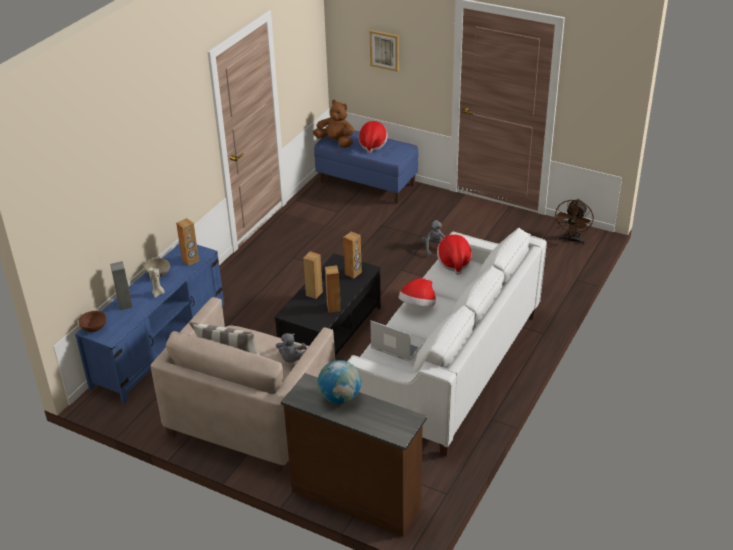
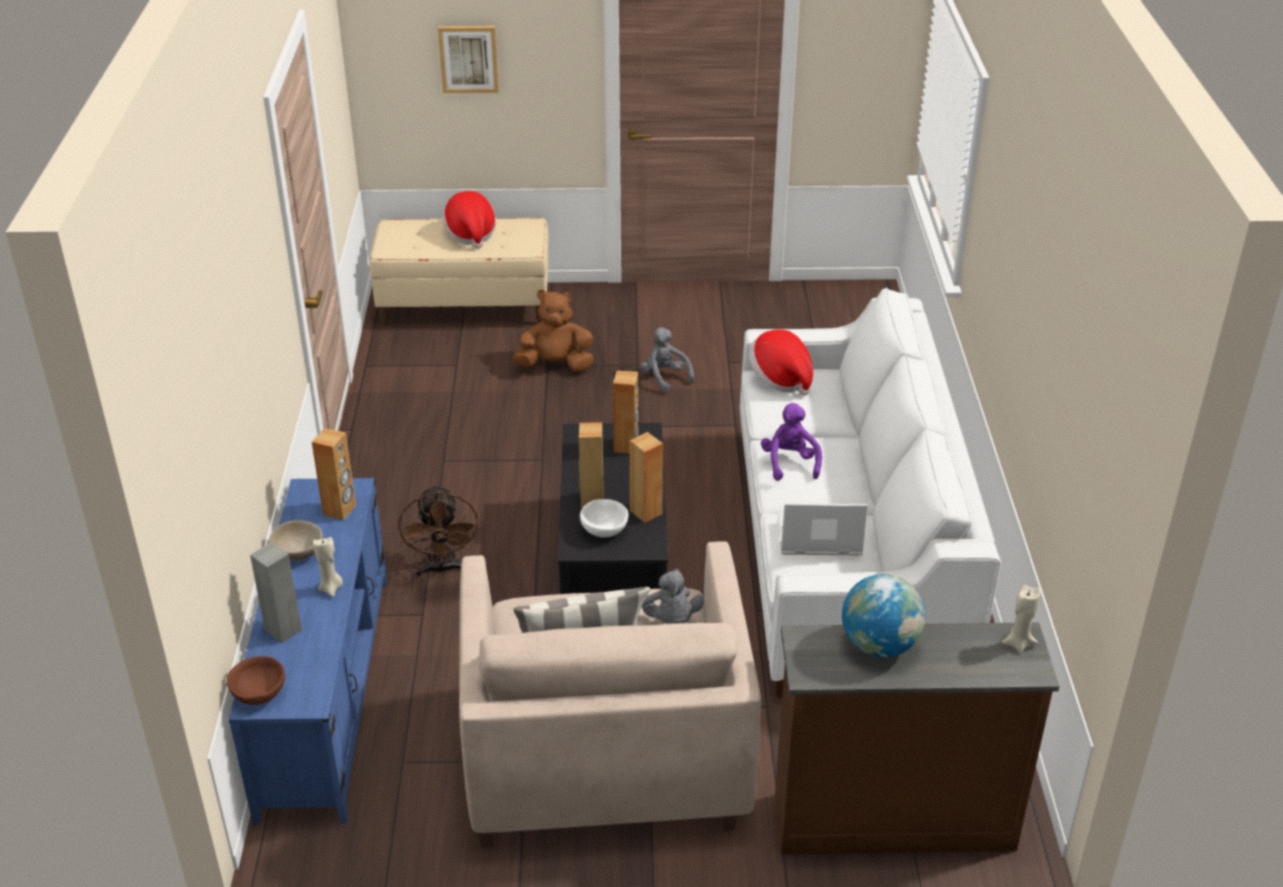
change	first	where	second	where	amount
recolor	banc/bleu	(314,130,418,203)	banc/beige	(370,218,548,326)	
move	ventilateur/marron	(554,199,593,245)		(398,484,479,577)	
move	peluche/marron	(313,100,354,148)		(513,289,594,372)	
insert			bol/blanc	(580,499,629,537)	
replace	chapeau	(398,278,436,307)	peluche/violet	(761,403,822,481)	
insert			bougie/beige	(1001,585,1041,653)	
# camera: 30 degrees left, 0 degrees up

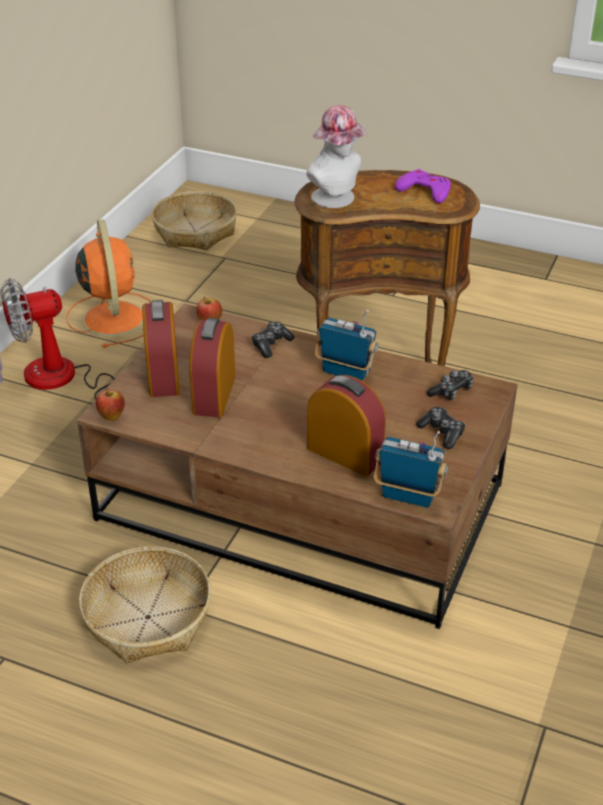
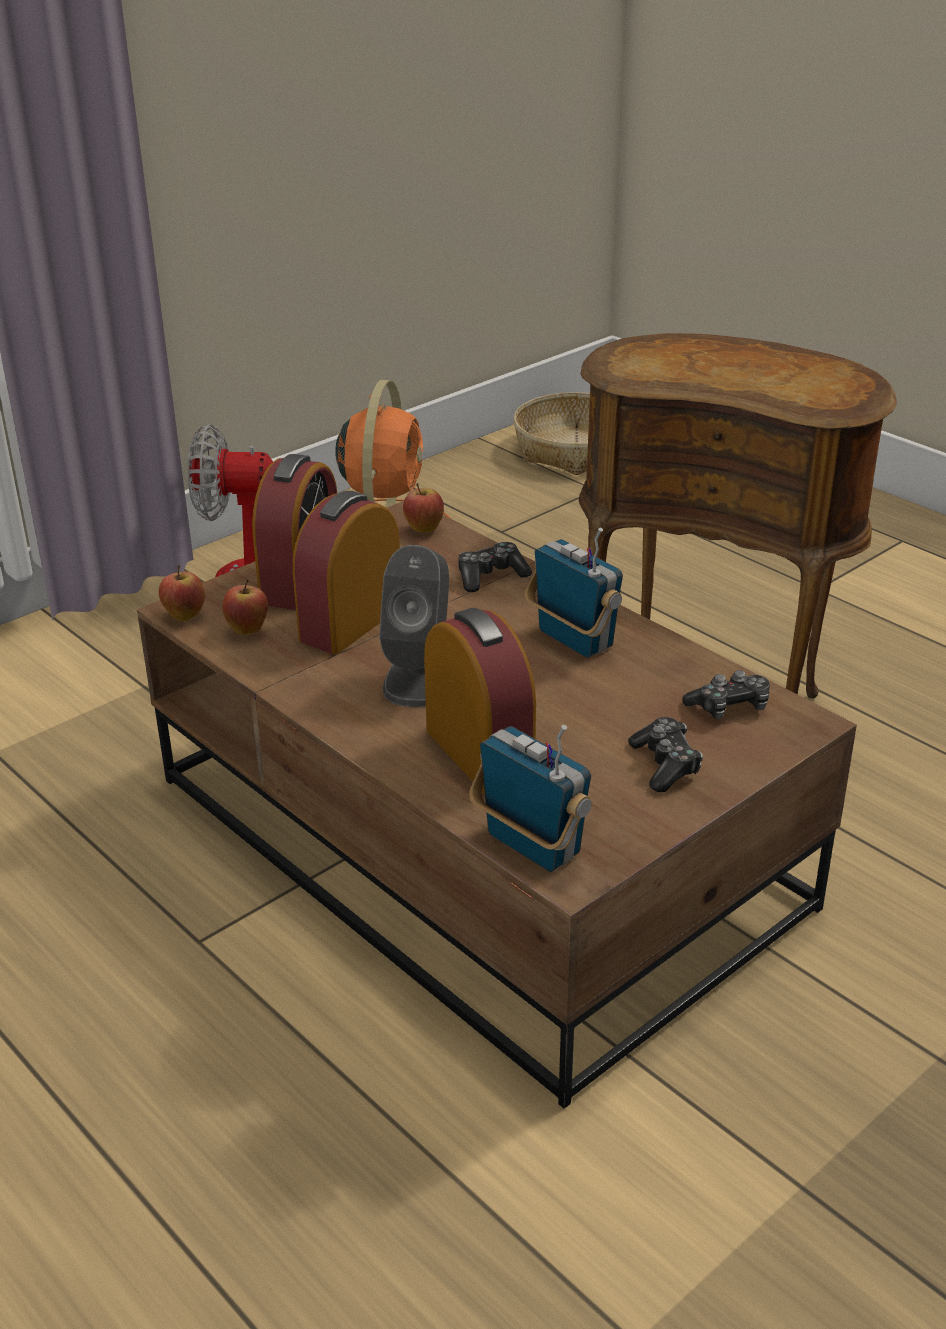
change	first	where	second	where	amount
insert			pomme	(222,579,268,635)	
insert			enceinte/gris	(379,545,449,707)	
delete	panier	(79,546,211,663)			
delete	chapeau	(306,105,367,208)			
delete	manette/violet	(395,169,451,203)			
# camera: 25 degrees right, 5 degrees down

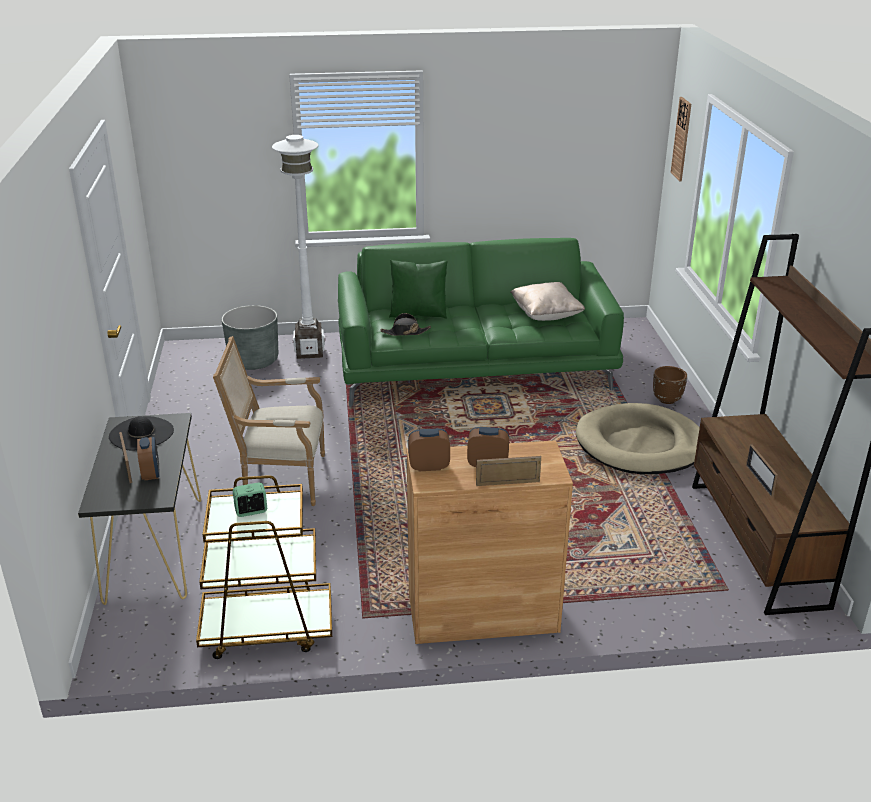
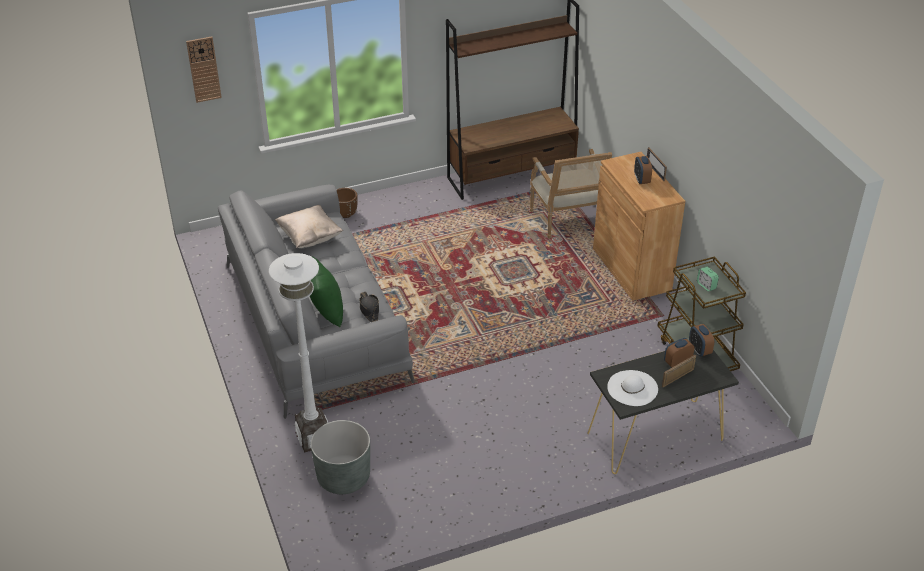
change	first	where	second	where	amount
recolor	canapé/vert	(338,238,624,407)	canapé/gris	(218,185,415,419)	
move	fauteuil	(213,336,325,506)		(530,149,612,239)	
recolor	chapeau/noir	(109,416,174,450)	chapeau/blanc	(607,370,658,406)	
move	réveil	(408,429,450,471)		(689,324,714,356)	
delete	panier pour chien/beige	(576,403,700,474)			
delete	cadre photo	(746,444,778,497)			
# camera: 105 degrees left, 10 degrees up

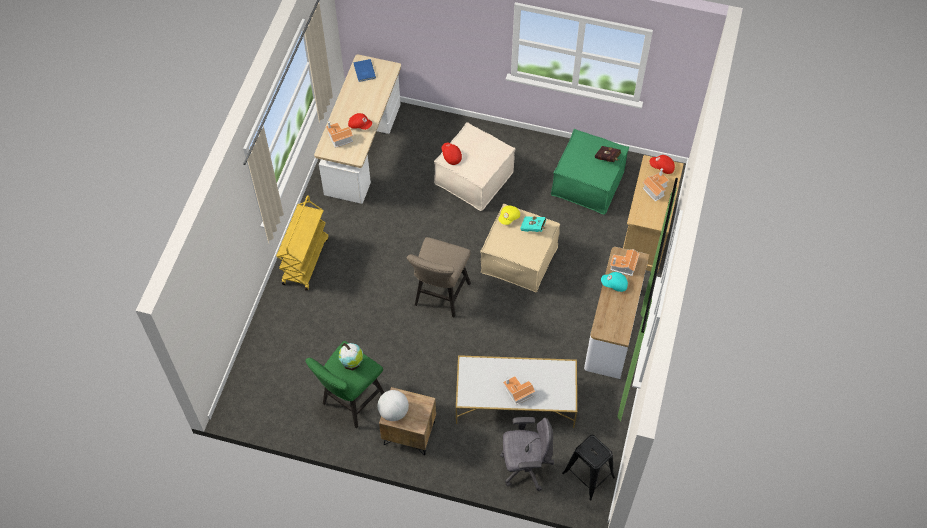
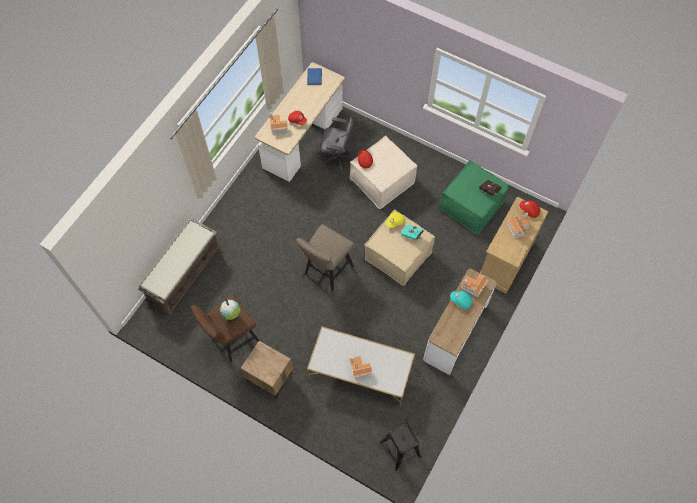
change	first	where	second	where	amount
insert			banc/marron	(138,219,221,315)	
recolor	tabouret/vert	(305,341,385,429)	tabouret/marron	(191,294,260,363)	
move	chaise de bureau/gris	(500,417,554,491)		(321,117,356,175)	
delete	chariot/jaune	(276,195,328,291)			
delete	globe	(378,390,409,421)			
# camera: 15 degrees right, 5 degrees up

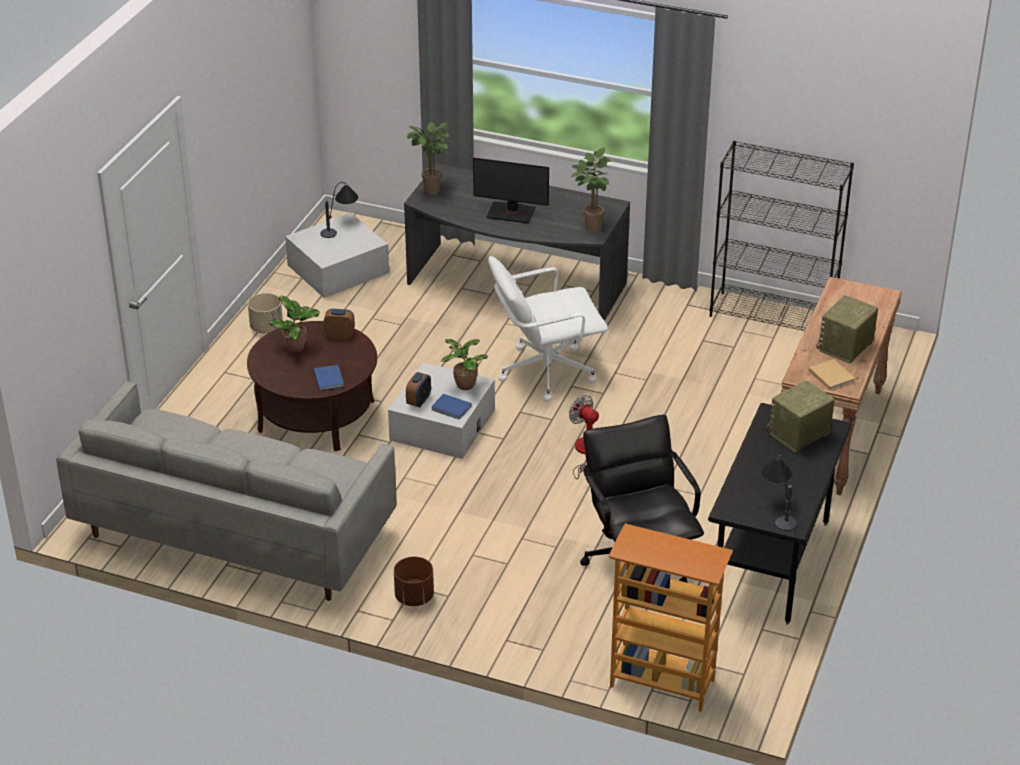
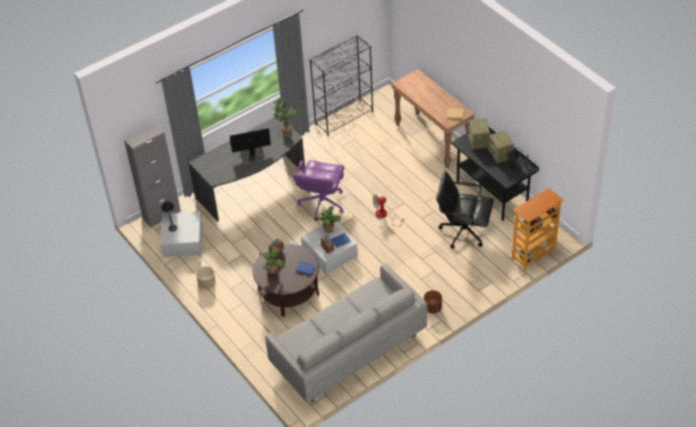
change	first	where	second	where	amount
insert			meuble de rangement/gris	(124,124,181,228)	
rotate	écran d'ordinateur	(473,157,549,223)		(230,128,271,162)	150 degrees counterclockwise
recolor	chaise de bureau/blanc	(488,256,608,402)	chaise de bureau/violet	(292,160,344,219)	
move	radio	(816,295,878,364)		(488,130,514,163)	
delete	plante en pot	(407,122,449,195)			
# camera: 55 degrees left, 10 degrees up

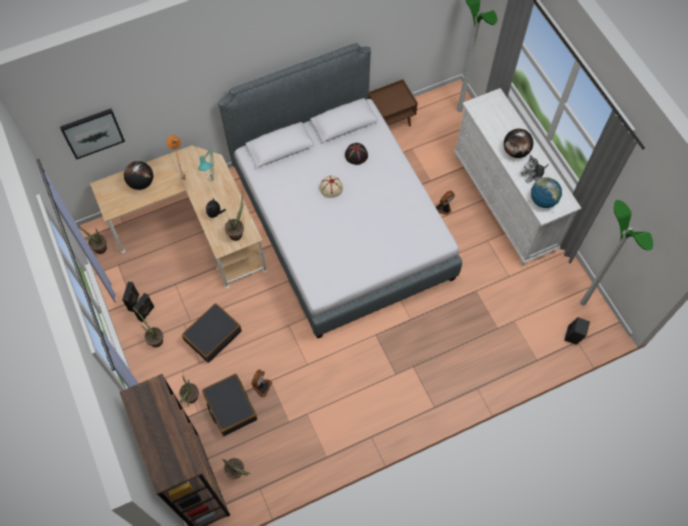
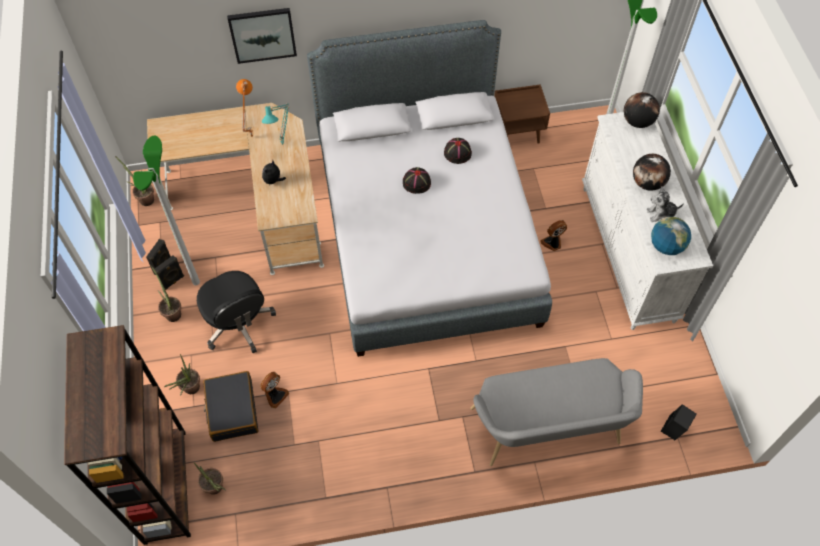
change	first	where	second	where	amount
move	lampadaire	(580,200,653,306)		(133,135,200,285)	
replace	valise/noir	(182,303,242,363)	chaise de bureau/noir	(197,271,276,353)	
move	tableau	(60,109,125,160)		(227,8,297,64)	
recolor	chapeau/beige	(319,176,343,198)	chapeau/noir	(403,167,431,194)	
insert			banc/gris	(470,358,643,466)	
move	globe	(124,161,153,190)		(624,92,660,128)	
delete	plante en pot	(224,192,244,241)			
# camera: 15 degrees right, 5 degrees down

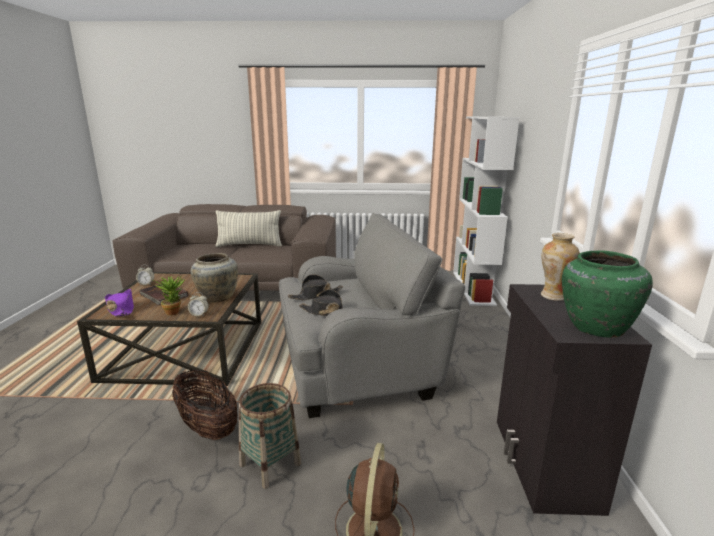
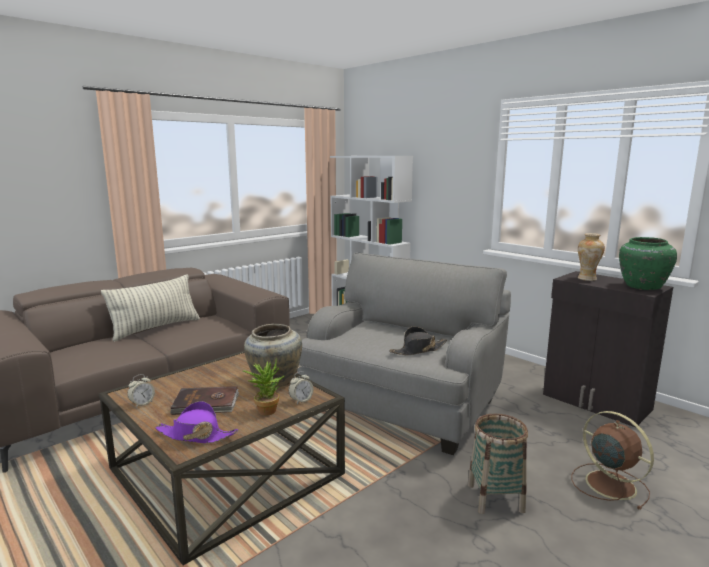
change	first	where	second	where	amount
delete	panier	(172,370,237,440)			
delete	chapeau/noir	(288,274,343,300)			
# camera: 45 degrees left, 5 degrees down

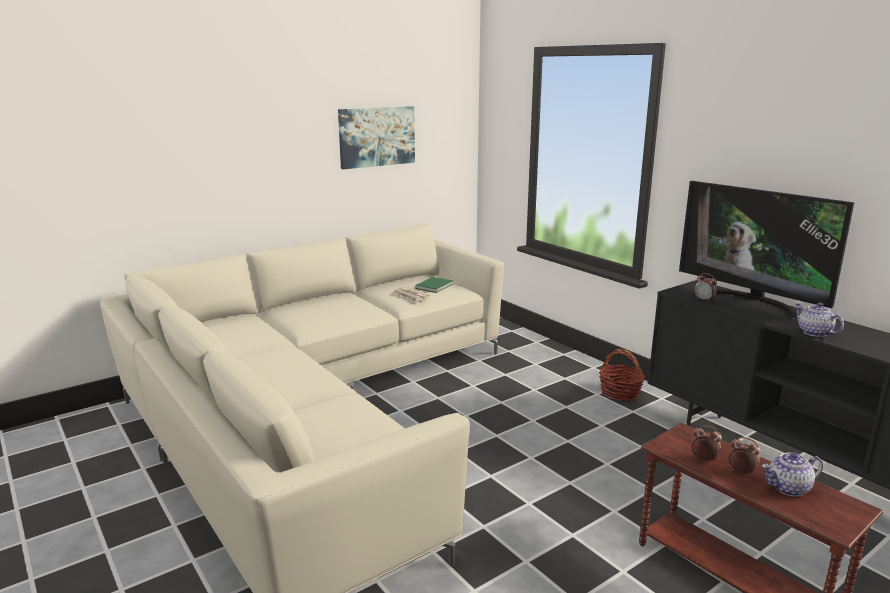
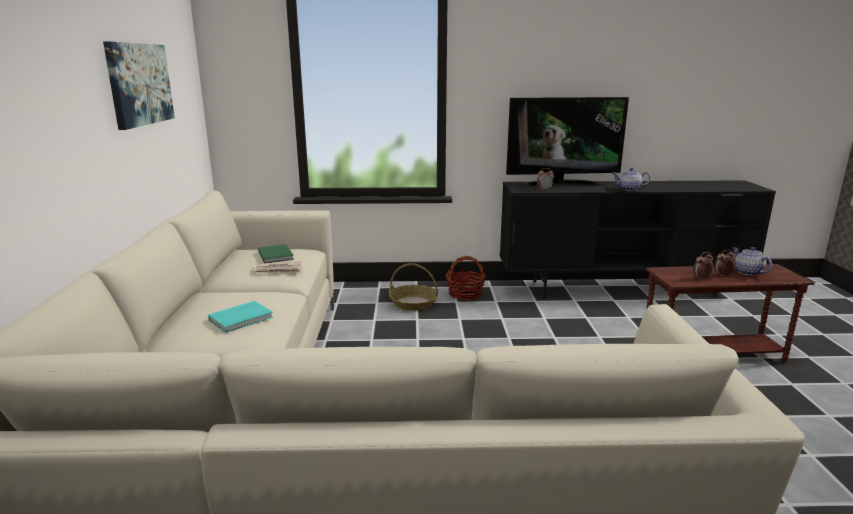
change	first	where	second	where	amount
insert			livre/turquoise	(208,301,273,333)	
insert			panier	(389,263,438,311)	
rotate	théière	(762,452,823,497)		(733,247,772,276)	135 degrees clockwise
# camera: 55 degrees left, 0 degrees up

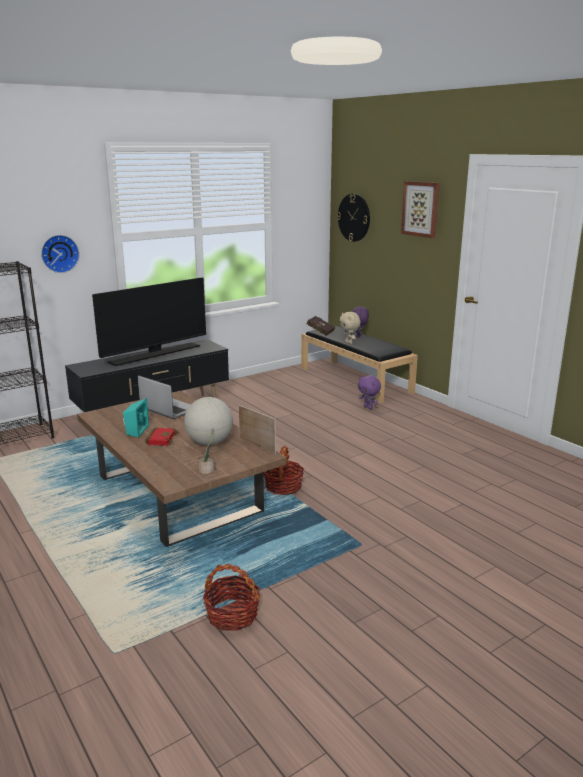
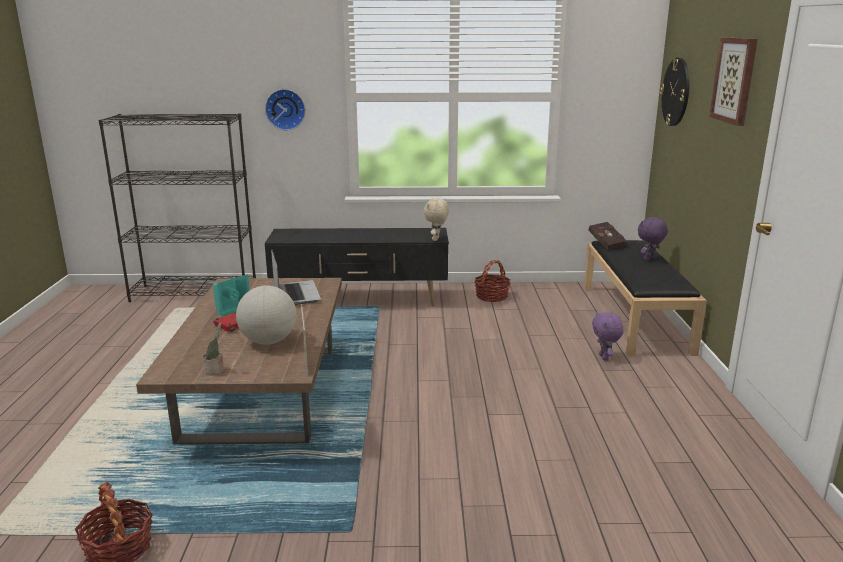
change	first	where	second	where	amount
move	peluche/beige	(340,312,360,344)		(424,198,449,241)	
move	panier	(263,446,304,495)		(474,260,511,302)	
delete	téléviseur	(92,277,206,366)			
# camera: 35 degrees right, 0 degrees up

